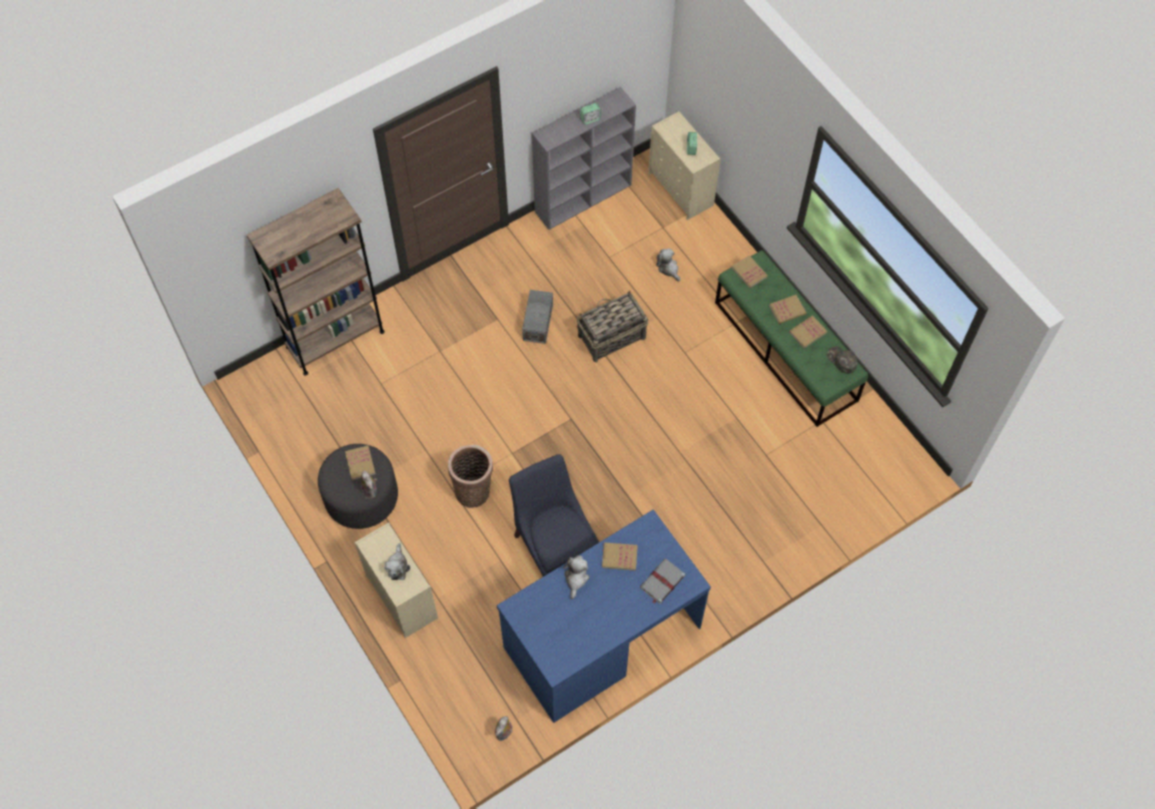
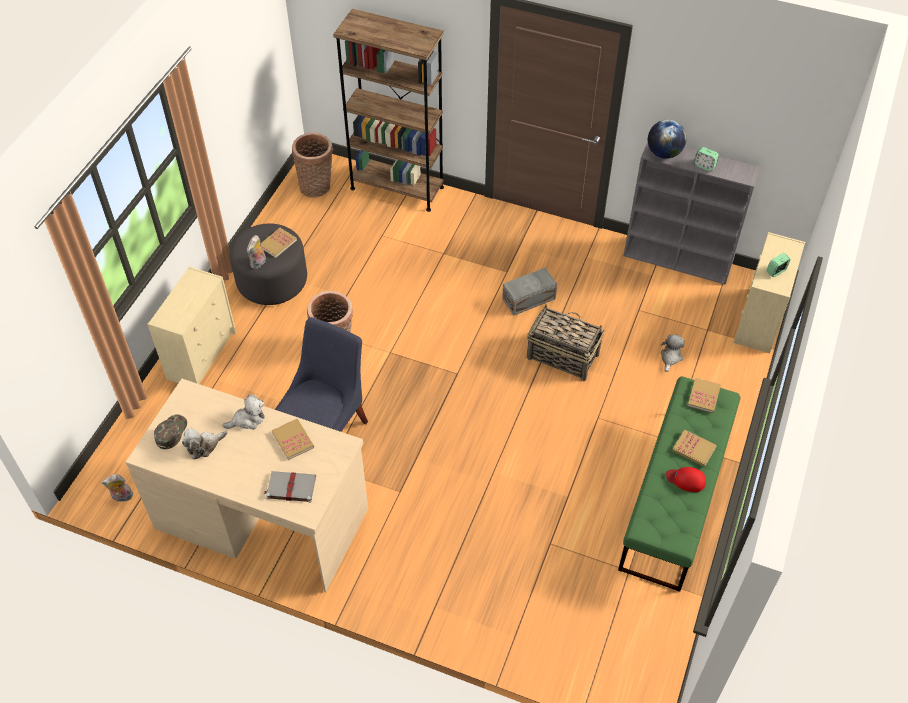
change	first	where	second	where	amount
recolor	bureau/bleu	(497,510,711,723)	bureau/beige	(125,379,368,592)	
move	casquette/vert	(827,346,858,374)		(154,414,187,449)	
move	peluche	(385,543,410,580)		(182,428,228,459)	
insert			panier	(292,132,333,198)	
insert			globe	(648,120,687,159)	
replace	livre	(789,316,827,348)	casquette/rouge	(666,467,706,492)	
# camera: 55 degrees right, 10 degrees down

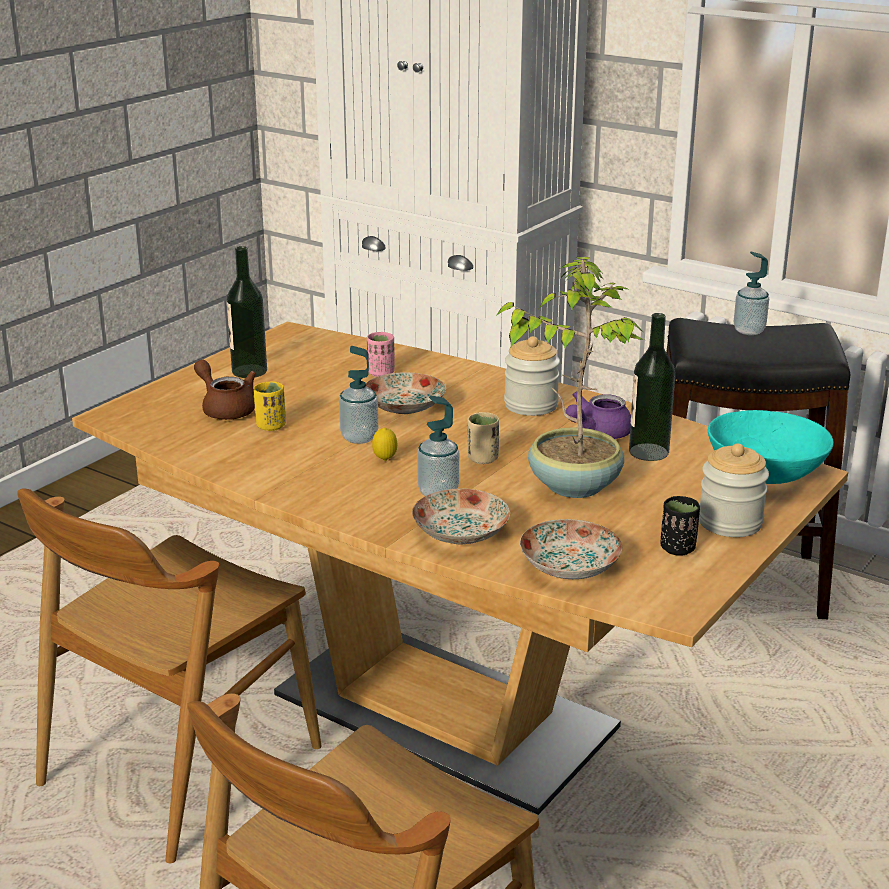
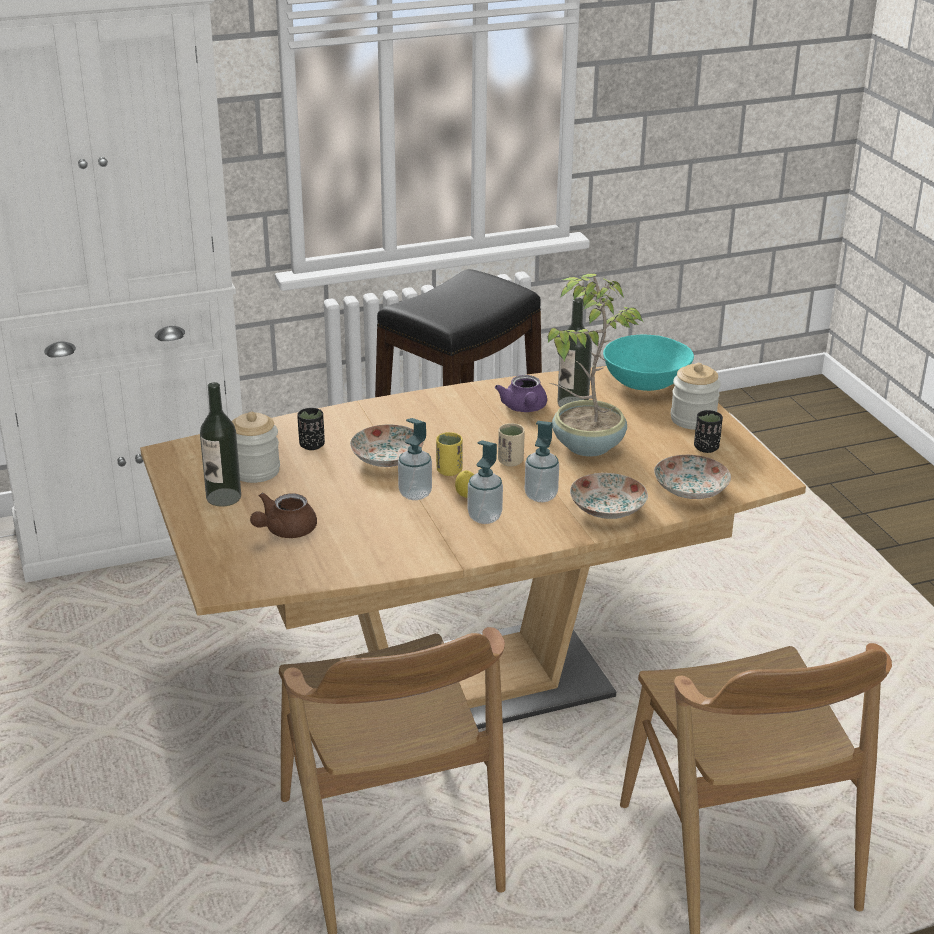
change	first	where	second	where	amount
move	bocal	(504,336,560,416)		(232,412,280,483)	
rotate	théière/marron	(194,360,256,420)		(250,493,317,538)	45 degrees counterclockwise
recolor	tasse/rose	(367,332,395,377)	tasse/noir	(297,408,325,450)	
move	tasse/jaune	(253,382,286,431)		(436,432,463,476)	
move	distributeur de savon	(734,252,769,335)		(468,440,503,524)	
# camera: 55 degrees left, 5 degrees up

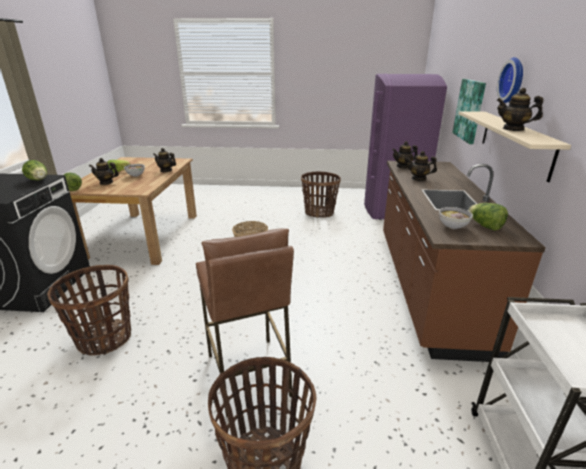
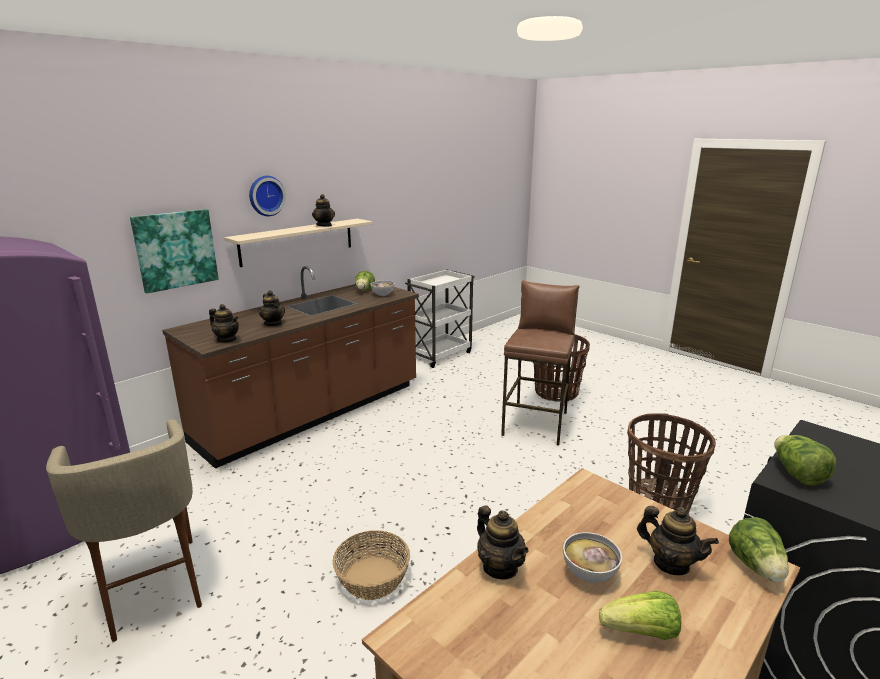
change	first	where	second	where	amount
replace	panier	(301,171,341,218)	tabouret/beige	(46,419,202,642)	
# camera: 140 degrees left, 5 degrees down

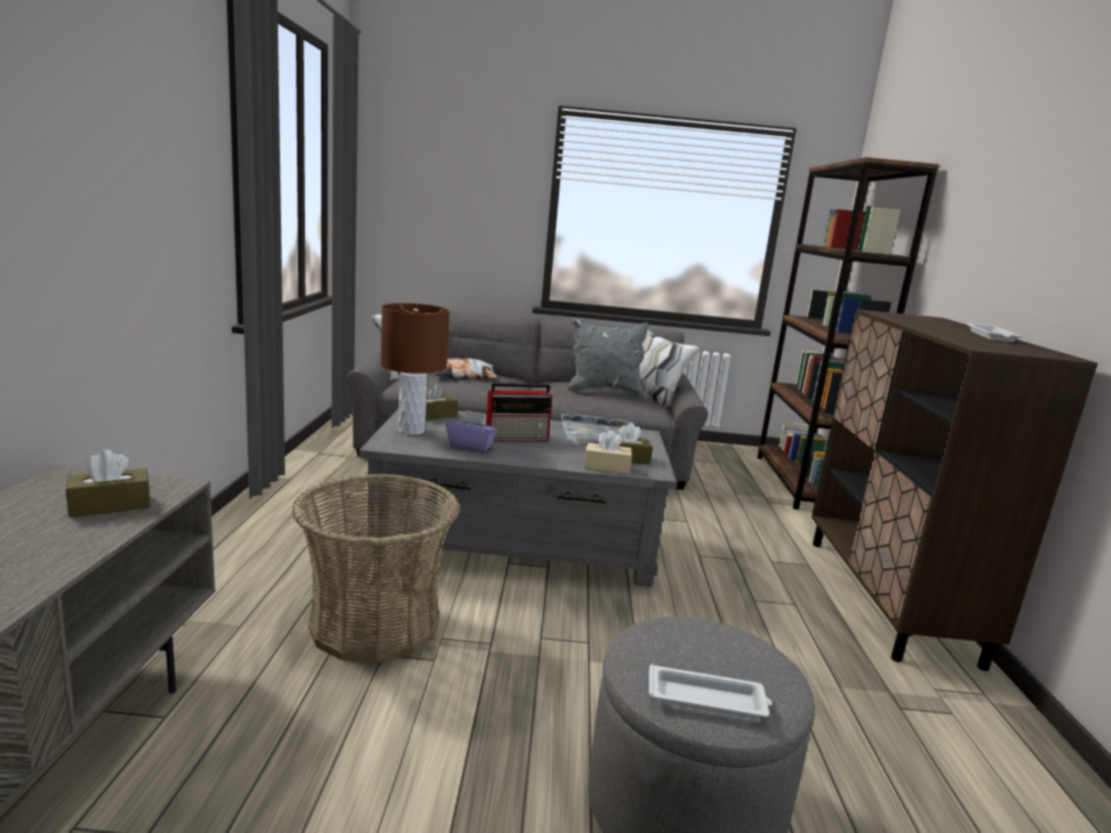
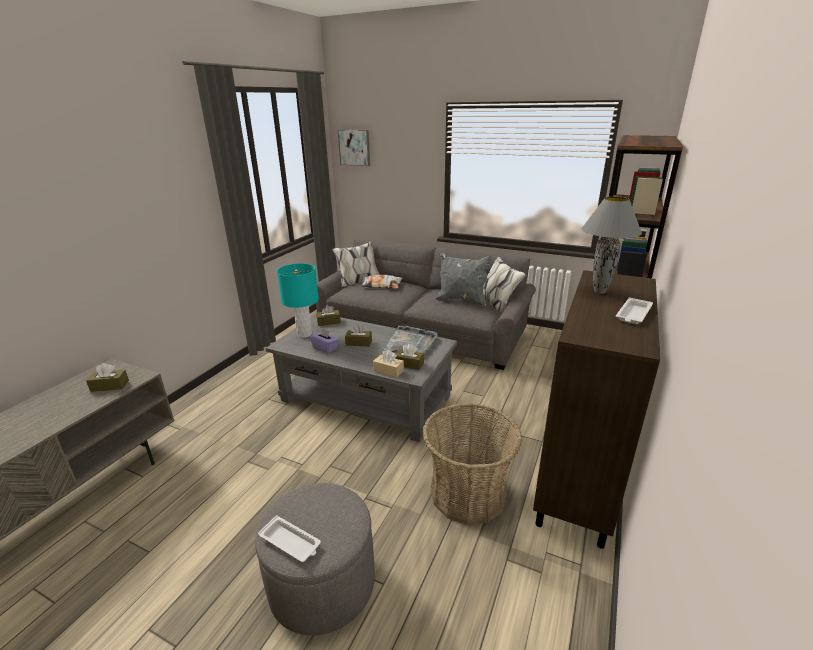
change	first	where	second	where	amount
recolor	lampe de table/marron	(380,303,450,435)	lampe de table/turquoise	(277,263,319,338)	
insert			tableau	(338,129,370,166)	
replace	radio	(486,383,552,442)	boîte à mouchoirs/marron	(345,325,372,347)	
move	panier	(292,474,460,663)		(422,403,522,525)	
insert			lampe de table/gris	(581,197,642,294)	
# camera: 25 degrees right, 10 degrees up

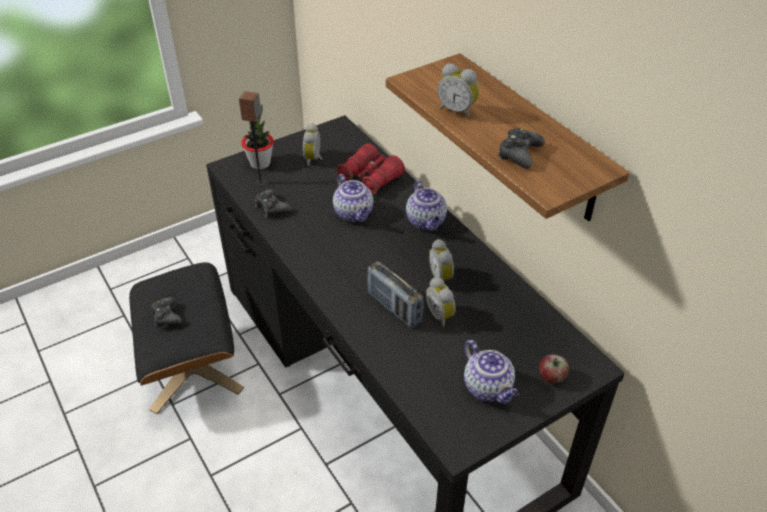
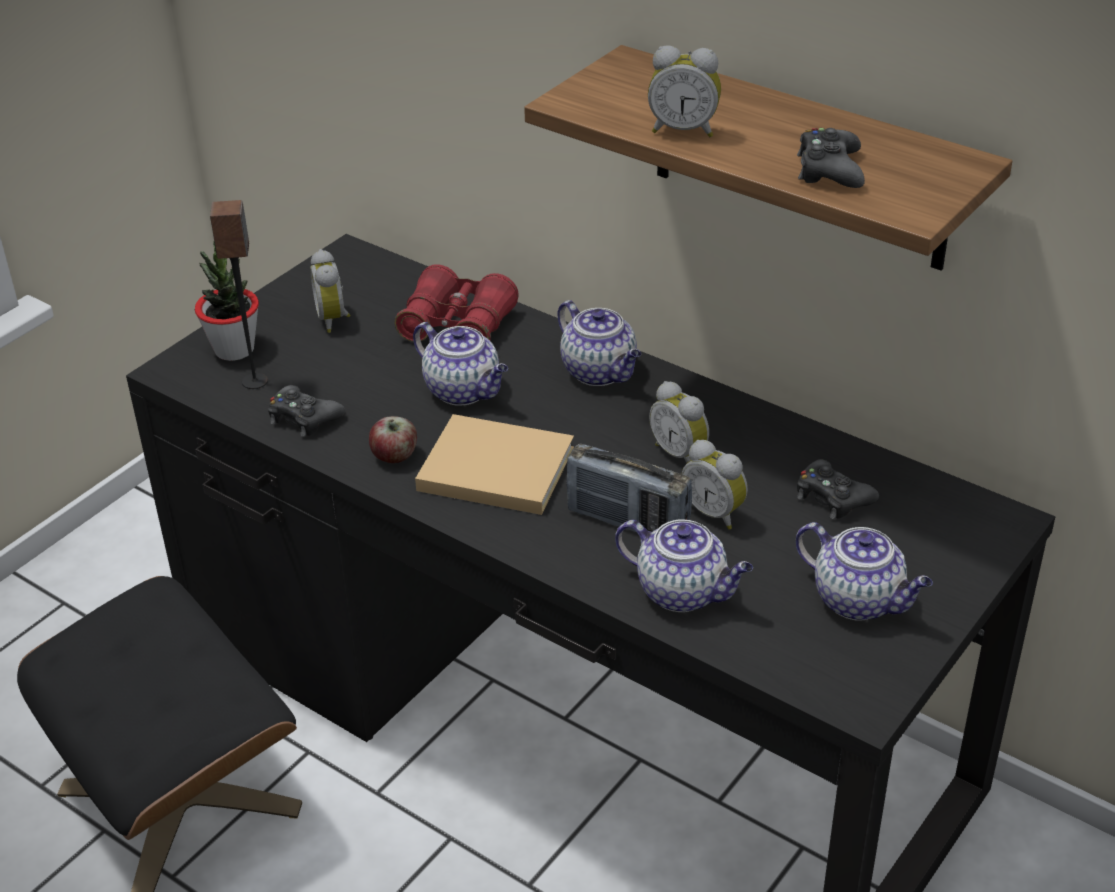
change	first	where	second	where	amount
move	pomme	(539,354,569,384)		(369,416,417,463)	
insert			livre/beige	(415,414,574,515)	
insert			théière	(615,519,753,612)	
move	manette/noir	(151,297,182,327)		(797,459,879,519)	
# camera: 20 degrees left, 5 degrees down

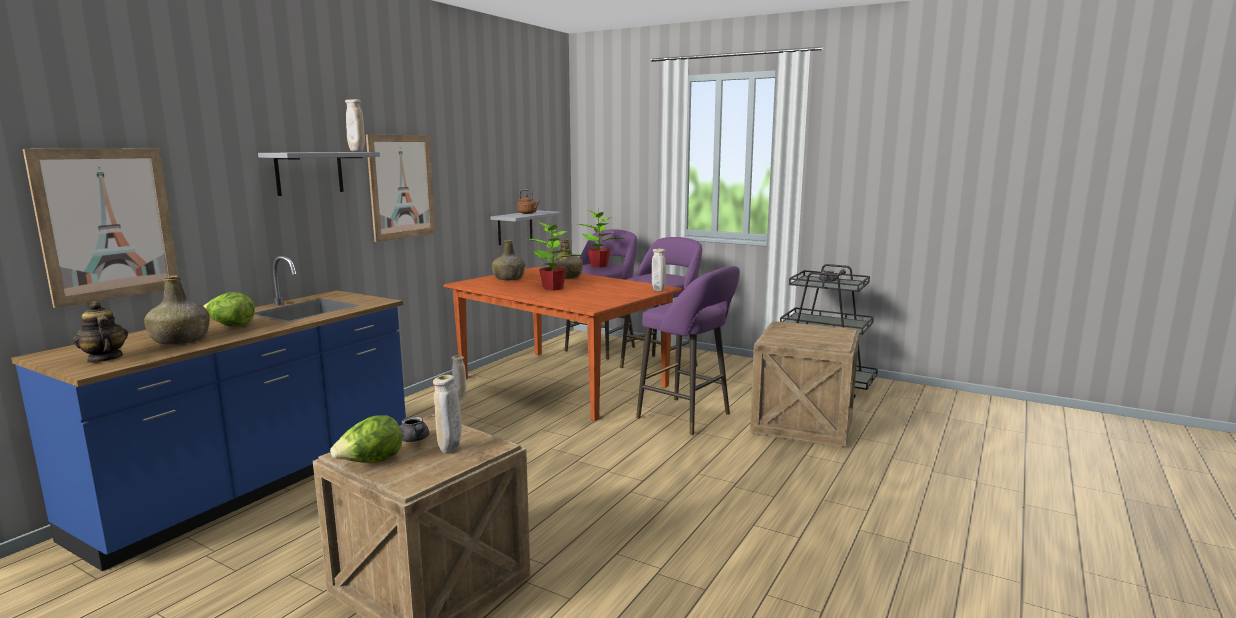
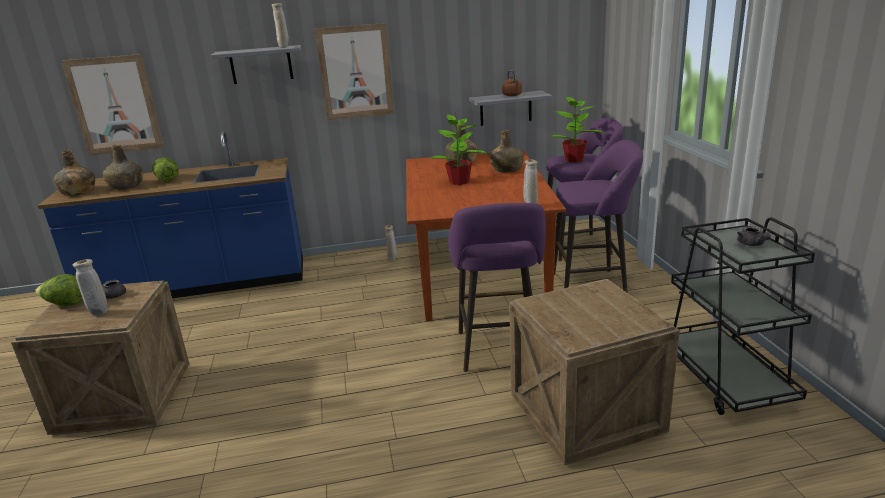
change	first	where	second	where	amount
replace	théière	(73,301,128,363)	bouteille/vert	(53,150,95,196)	
# camera: 50 degrees right, 10 degrees up

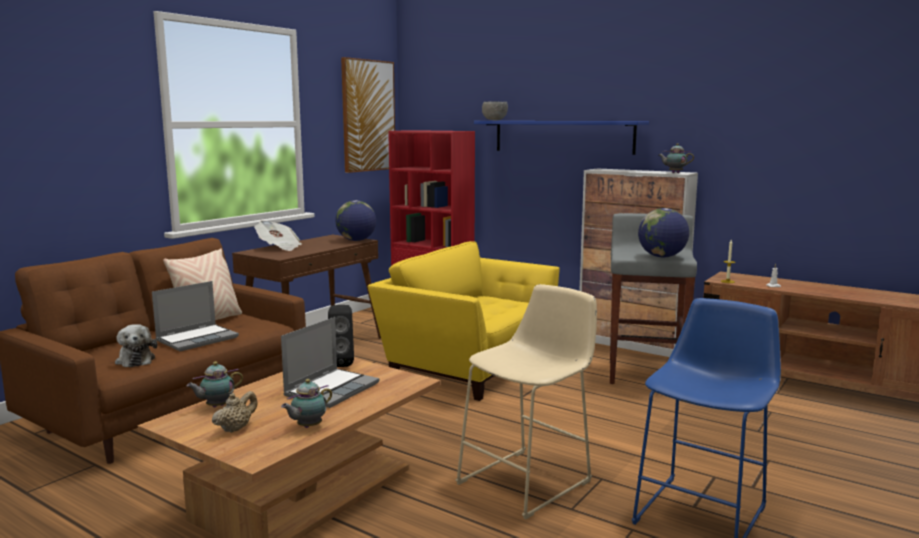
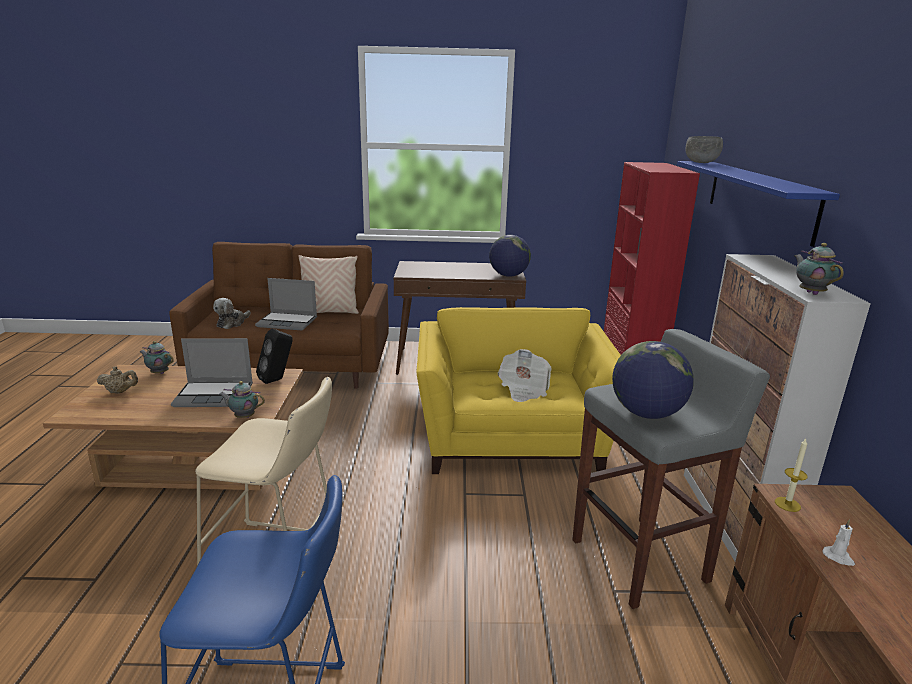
change	first	where	second	where	amount
move	théière	(281,379,332,428)		(219,381,265,418)	
move	journal	(254,220,302,251)		(498,349,552,402)	
delete	tableau	(341,57,395,173)			
# camera: 55 degrees right, 10 degrees up

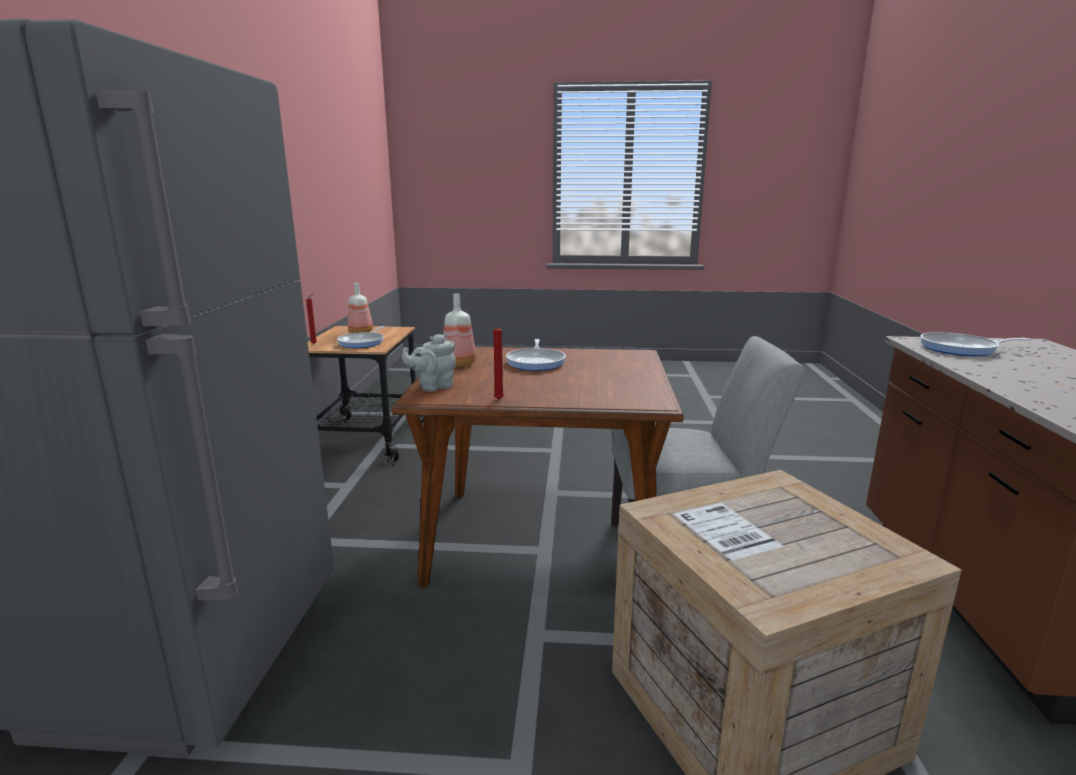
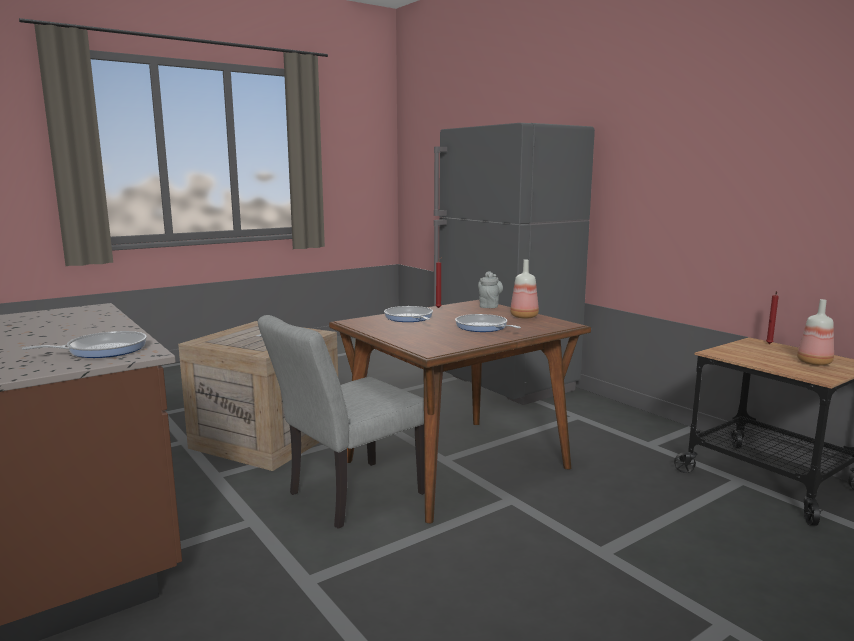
change	first	where	second	where	amount
move	poêle	(337,326,385,348)		(384,306,433,322)	
# camera: 140 degrees right, 5 degrees down

